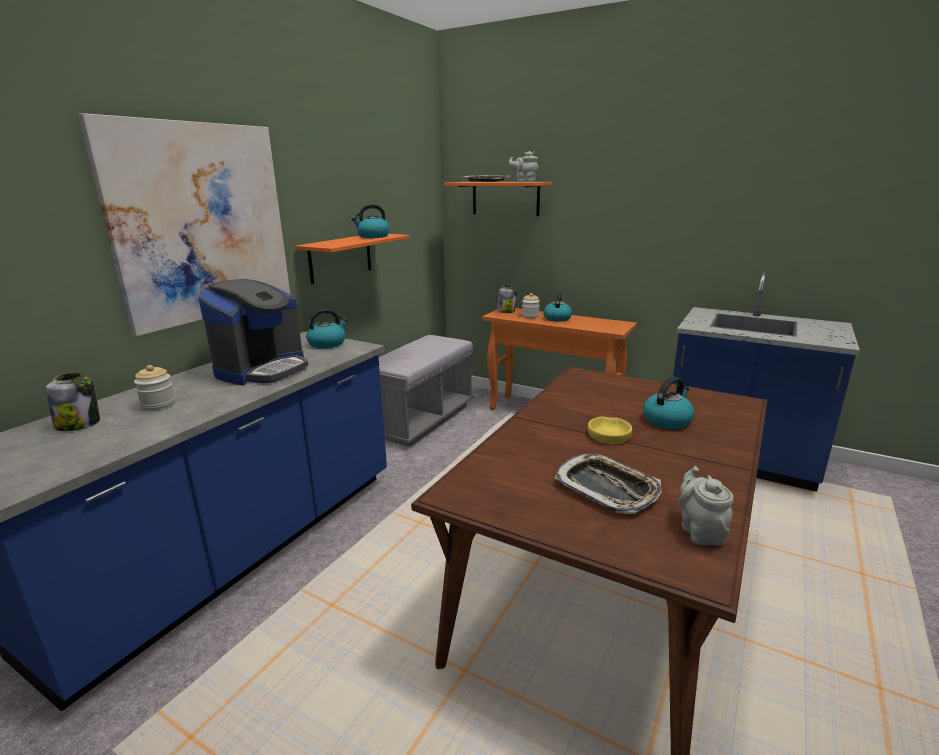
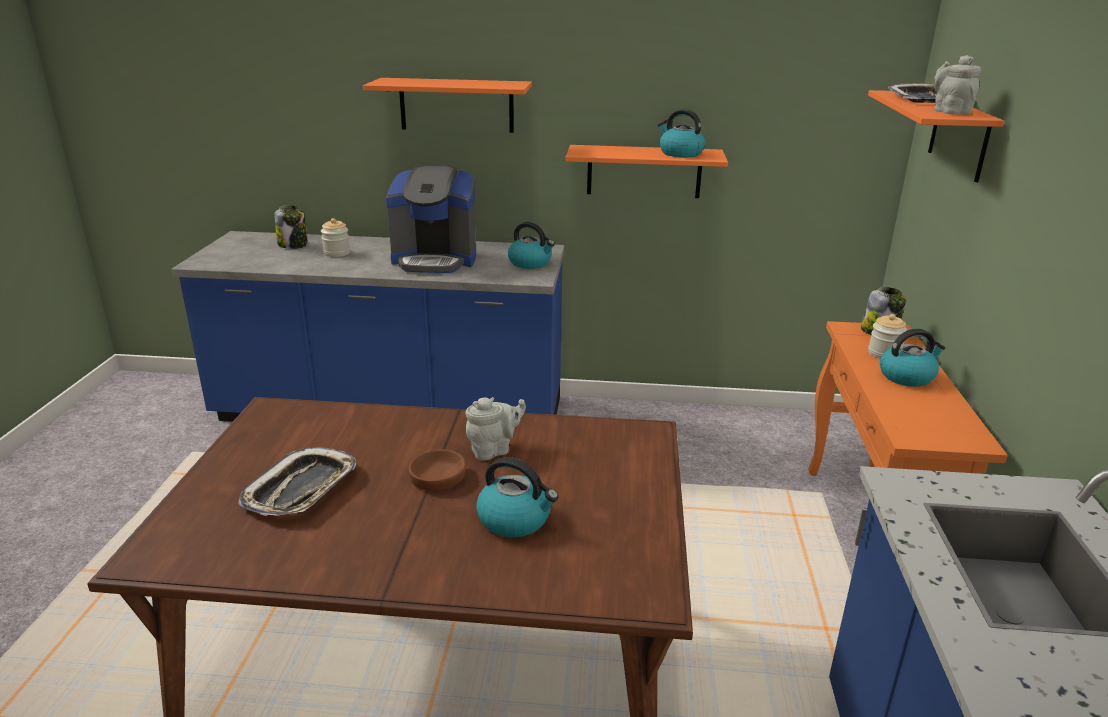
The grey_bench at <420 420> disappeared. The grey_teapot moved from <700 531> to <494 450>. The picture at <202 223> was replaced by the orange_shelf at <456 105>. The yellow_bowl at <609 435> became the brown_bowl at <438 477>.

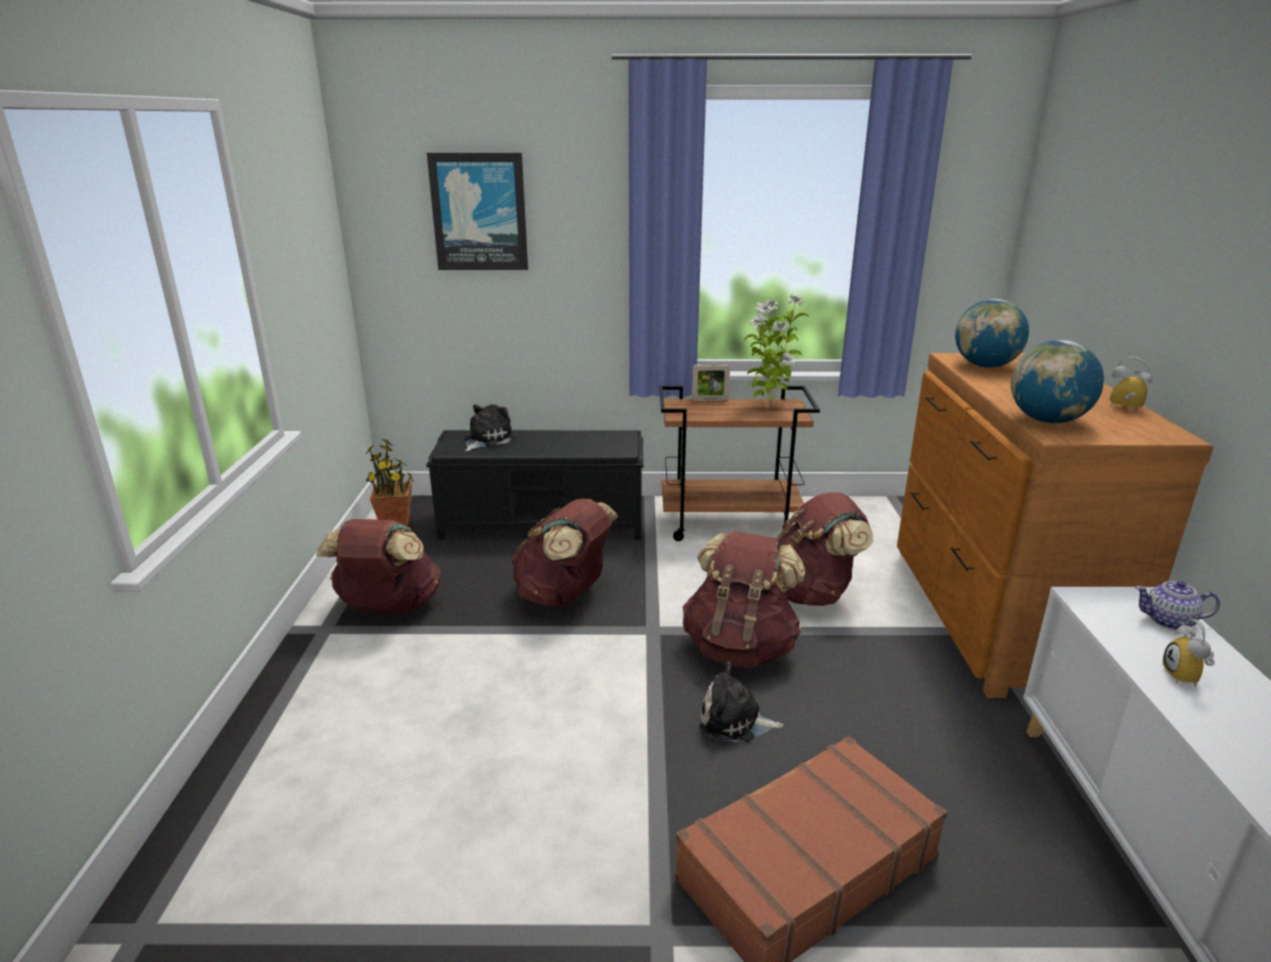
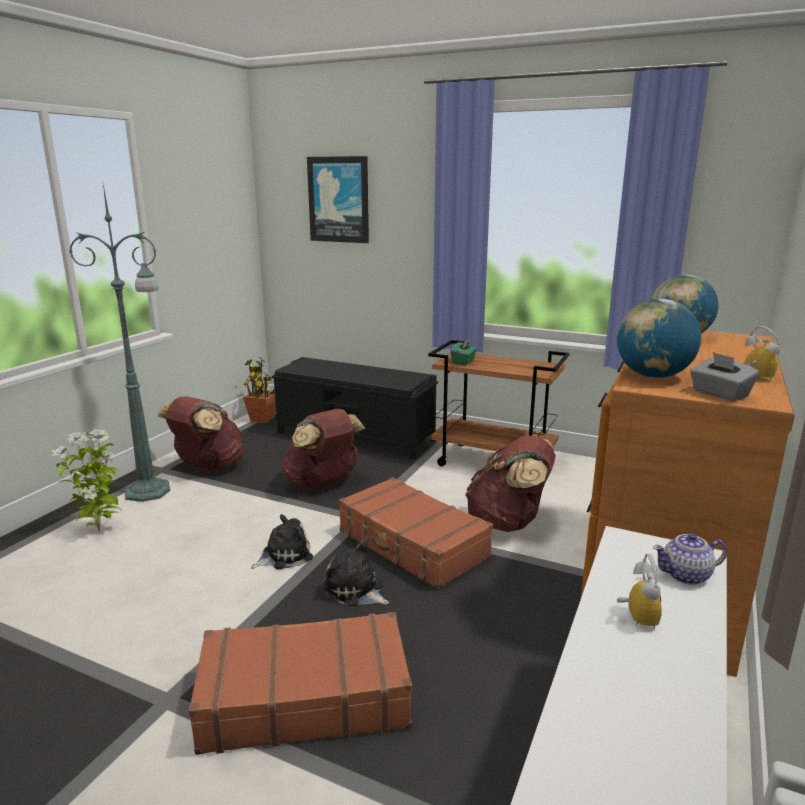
The picture_frame at <710 400> disappeared. The green_floor_lamp at <150 491> appeared. The green_tissue_box at <463 361> appeared. The grey_tissue_box at <719 394> appeared. The plush_toy moved from <486 440> to <284 555>. The potted_plant moved from <768 406> to <100 530>. The brown_backpack at <740 647> was replaced by the brown_suitcase at <412 545>. The teapot at <1169 621> turned 45 degrees counterclockwise. The alarm_clock at <1186 678> turned 150 degrees clockwise.

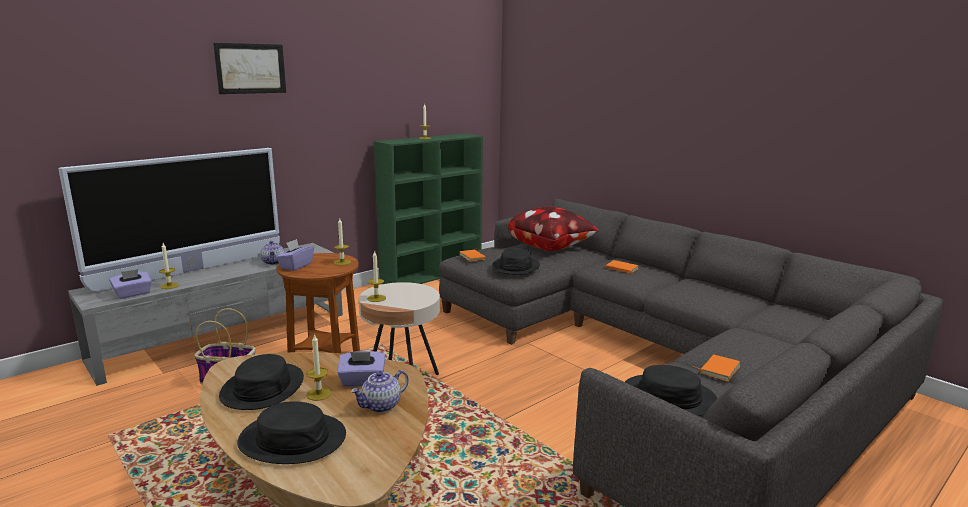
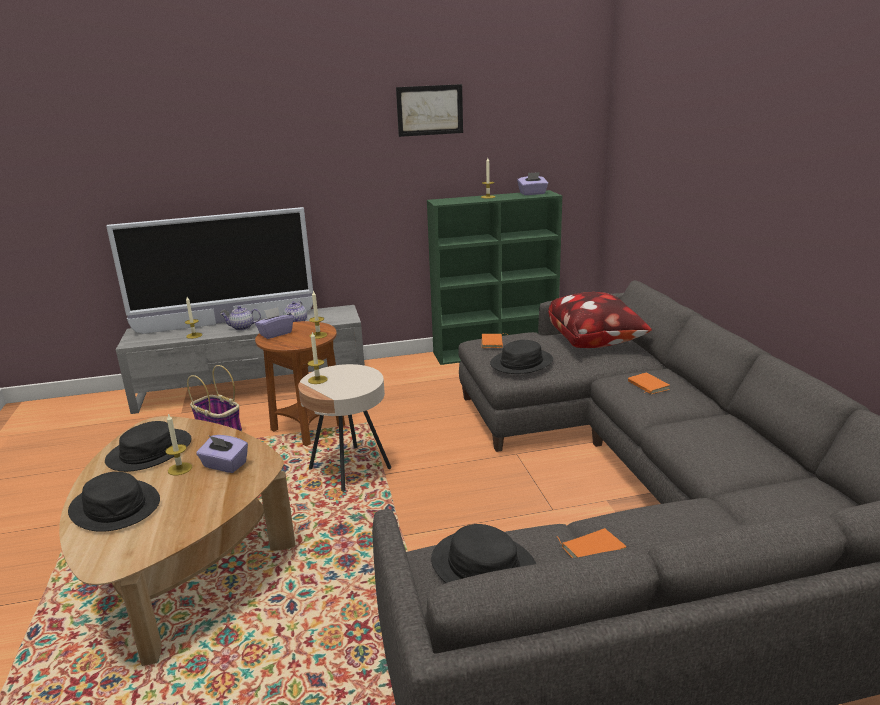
The purple_tissue_box moved from <133 294> to <532 193>. The picture moved from <251 68> to <430 110>. The teapot moved from <381 406> to <242 327>.

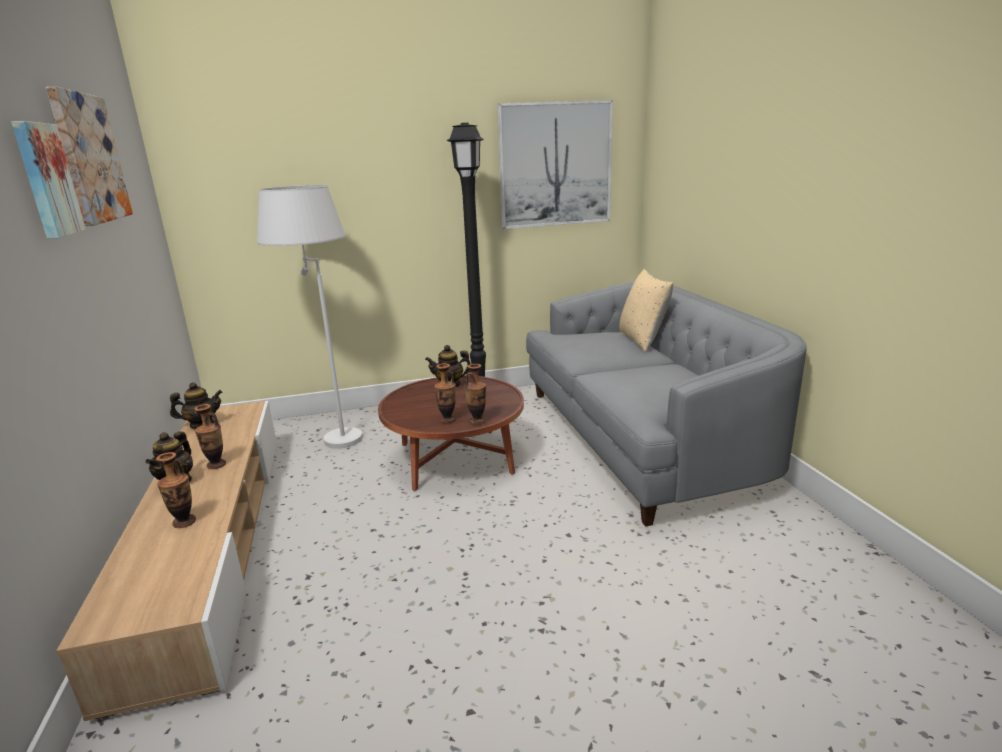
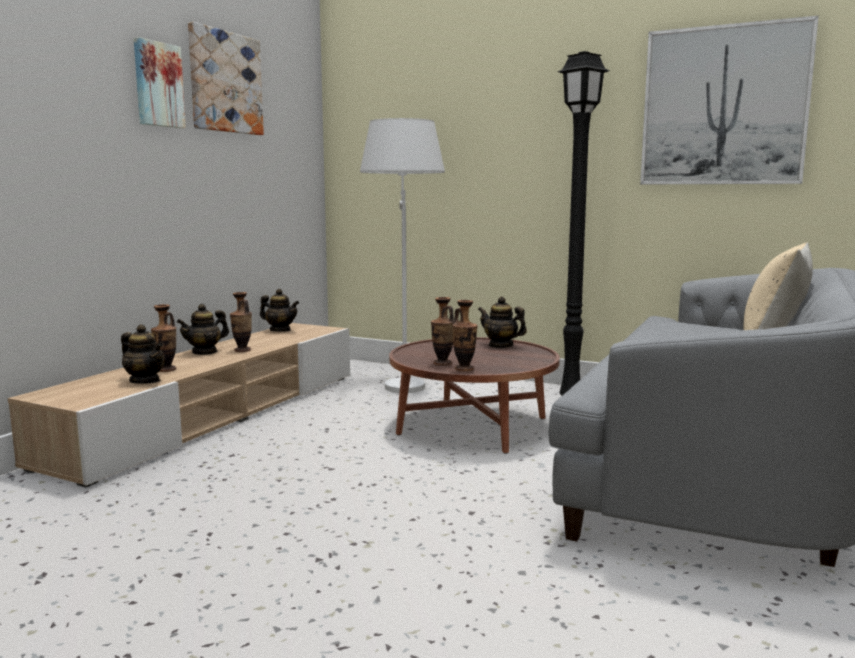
The teapot at <145 381> appeared.

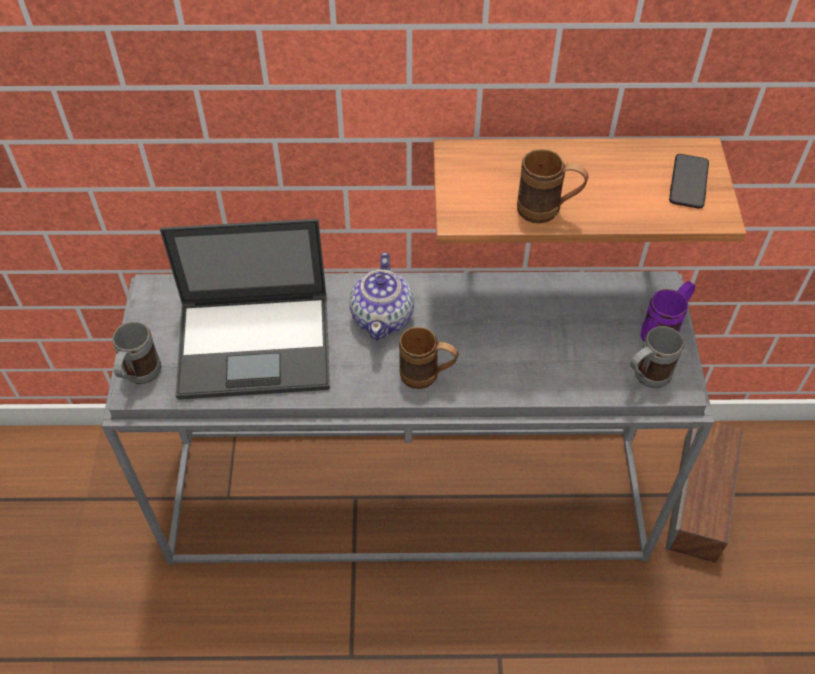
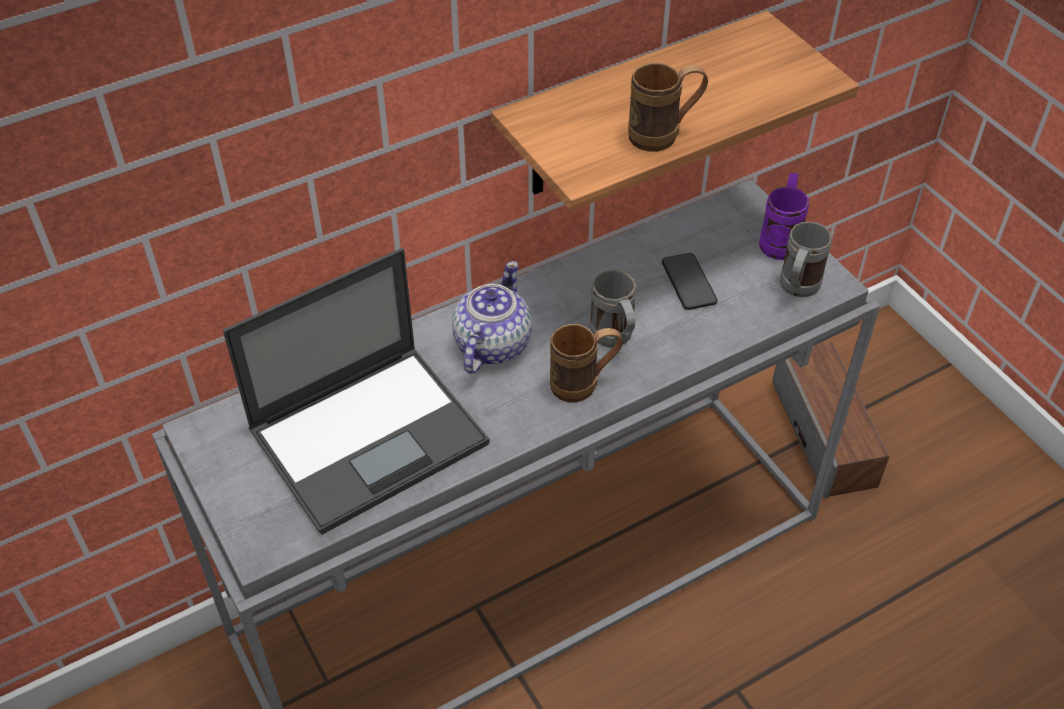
The grey_mug moved from <139 377> to <614 340>. The phone moved from <688 182> to <688 282>. The teapot at <383 316> turned 135 degrees counterclockwise.

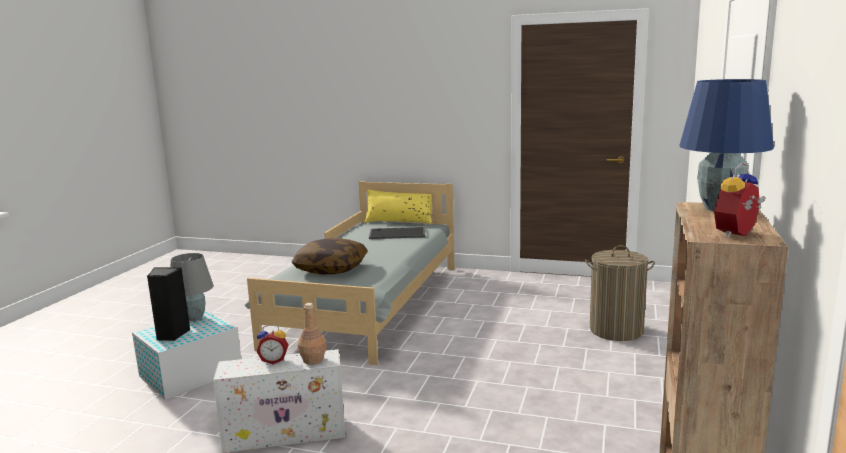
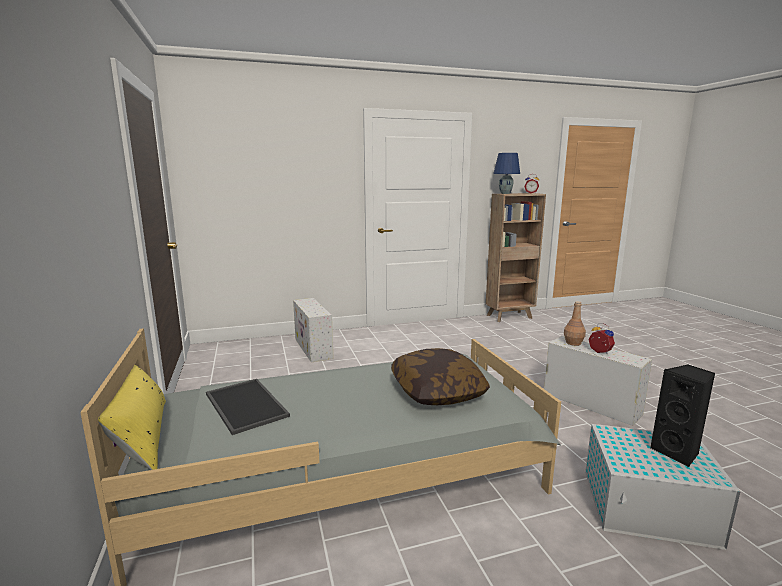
The grey_table_lamp at <194 318> disappeared. The laundry_basket at <616 330> was replaced by the white_storage_box at <313 348>.

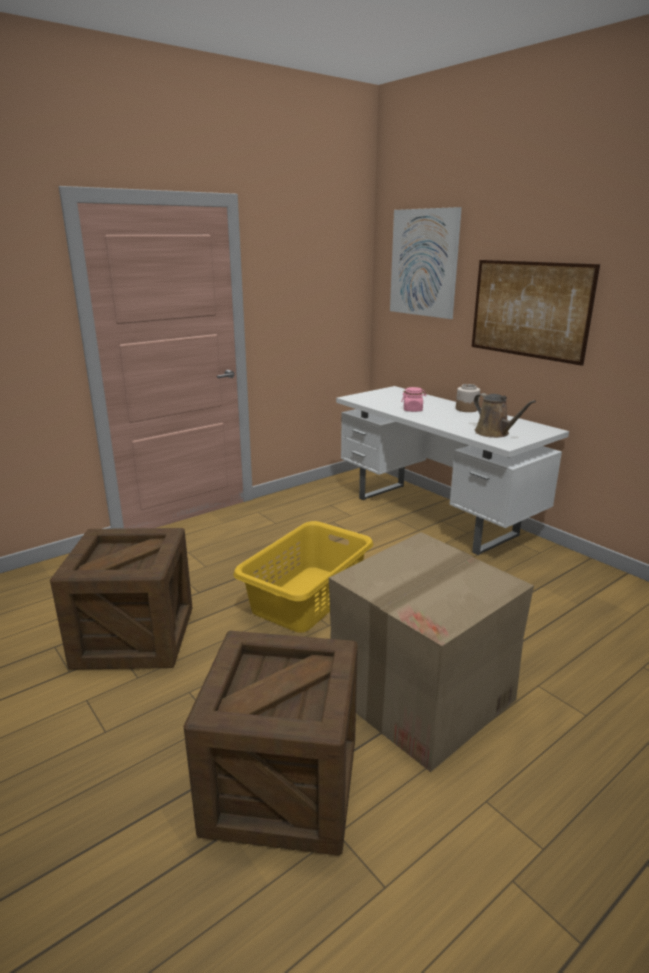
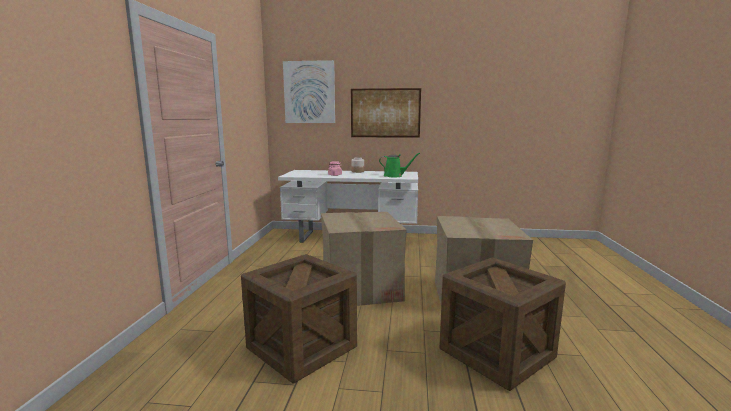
The yellow_laundry_basket at <308 597> was replaced by the cardboard_box at <361 288>. The brown_watering_can at <494 433> became the green_watering_can at <395 176>.

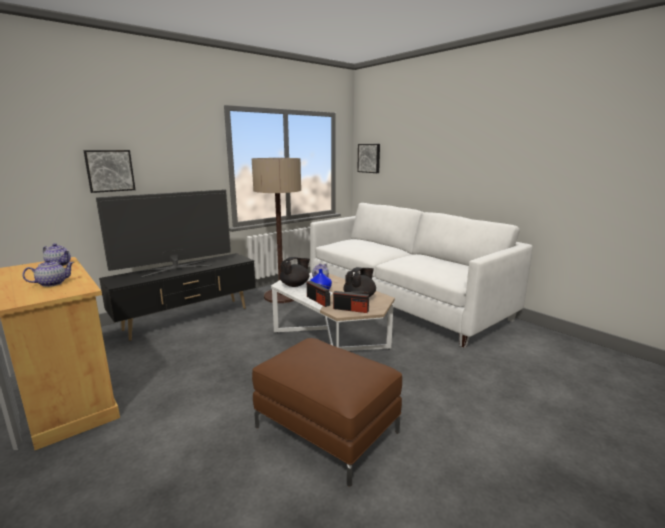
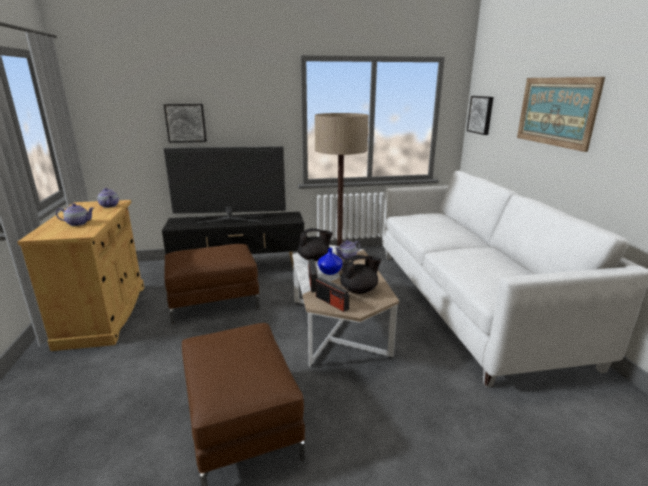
The brown_ottoman at <214 301> appeared. The picture at <555 111> appeared.

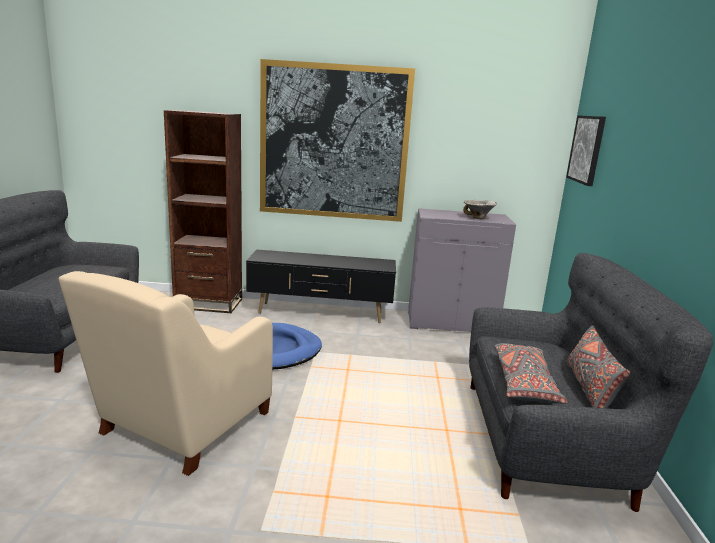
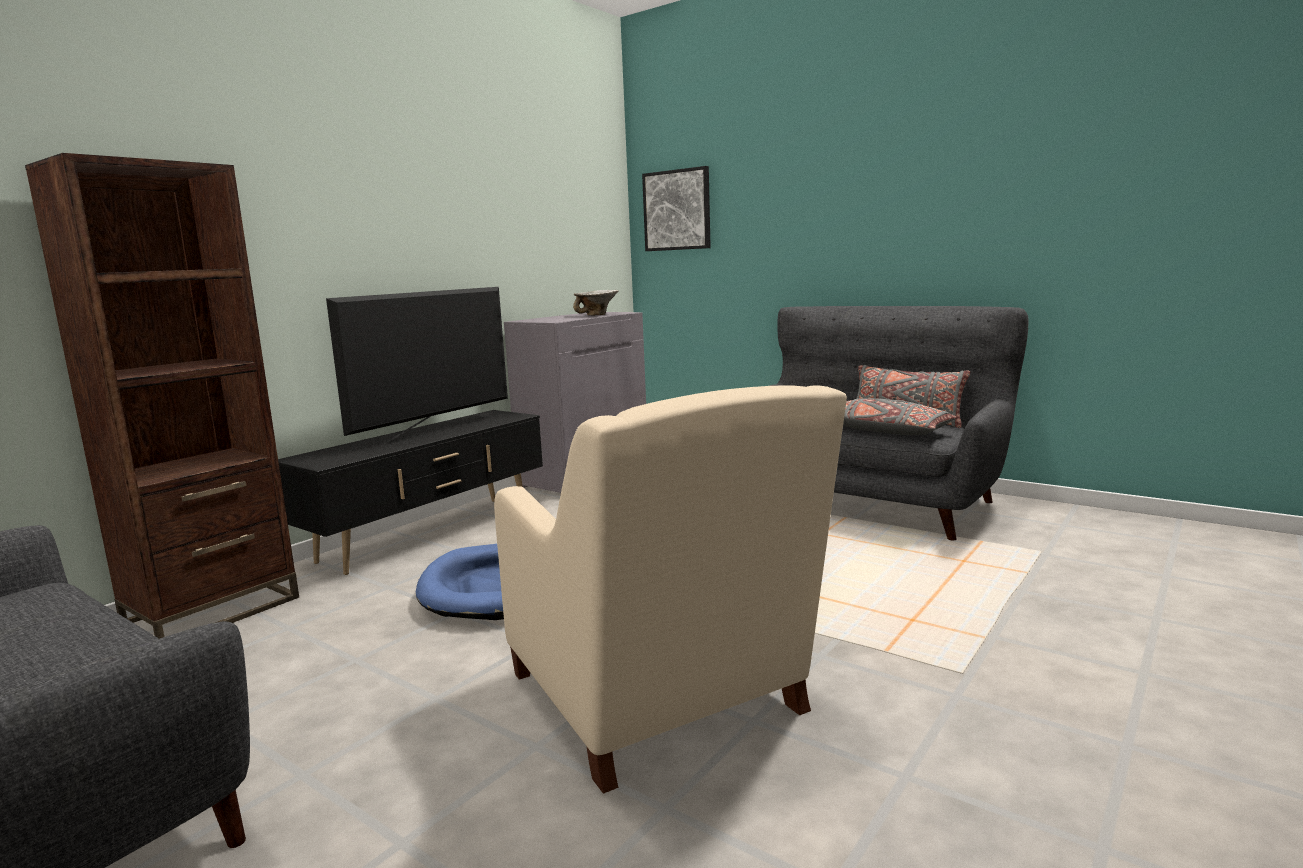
The picture at <334 142> disappeared. The television at <435 430> appeared.

